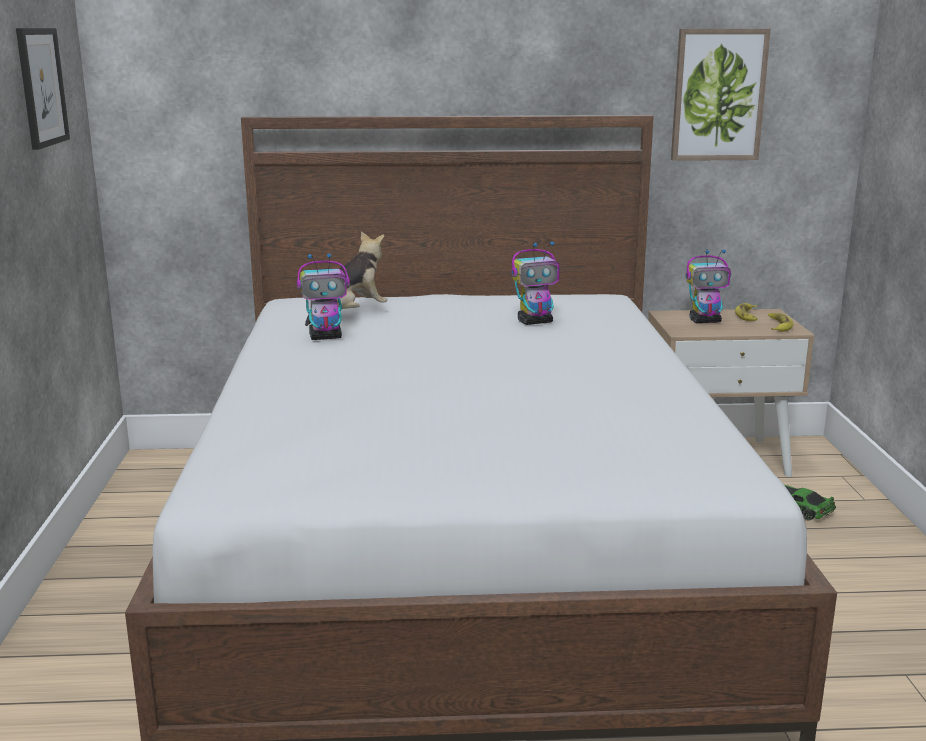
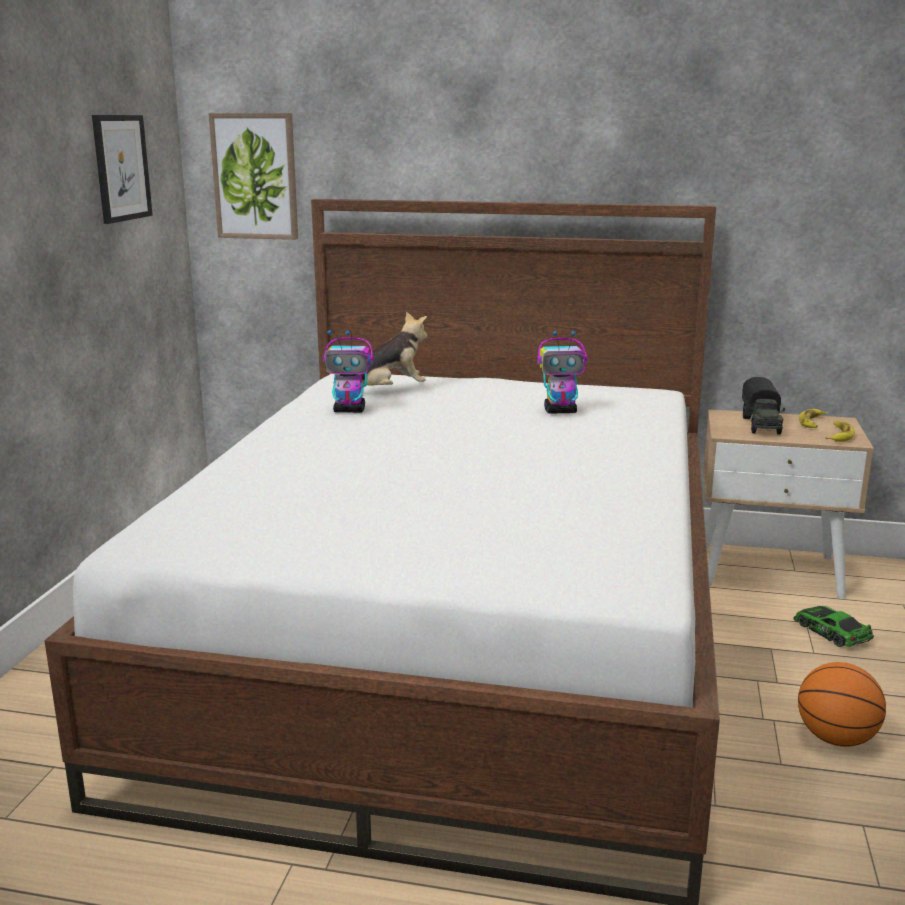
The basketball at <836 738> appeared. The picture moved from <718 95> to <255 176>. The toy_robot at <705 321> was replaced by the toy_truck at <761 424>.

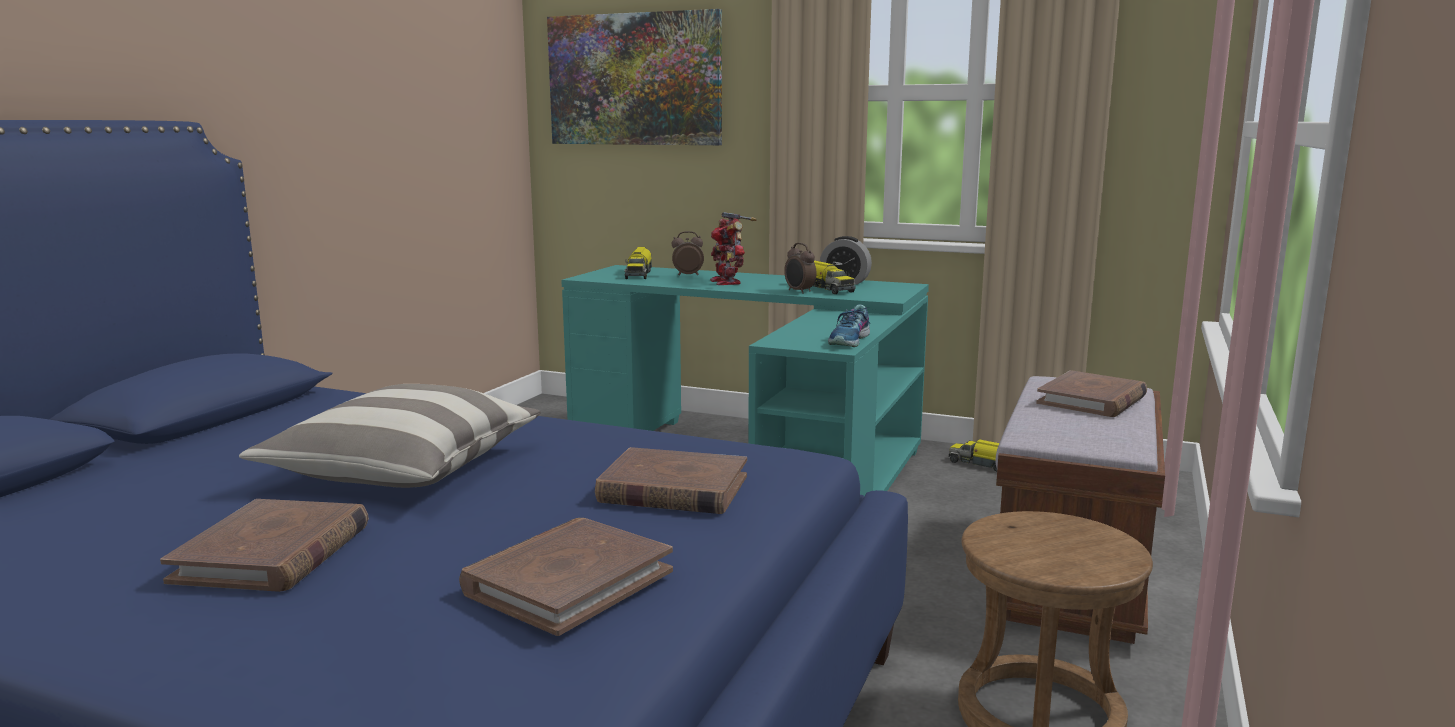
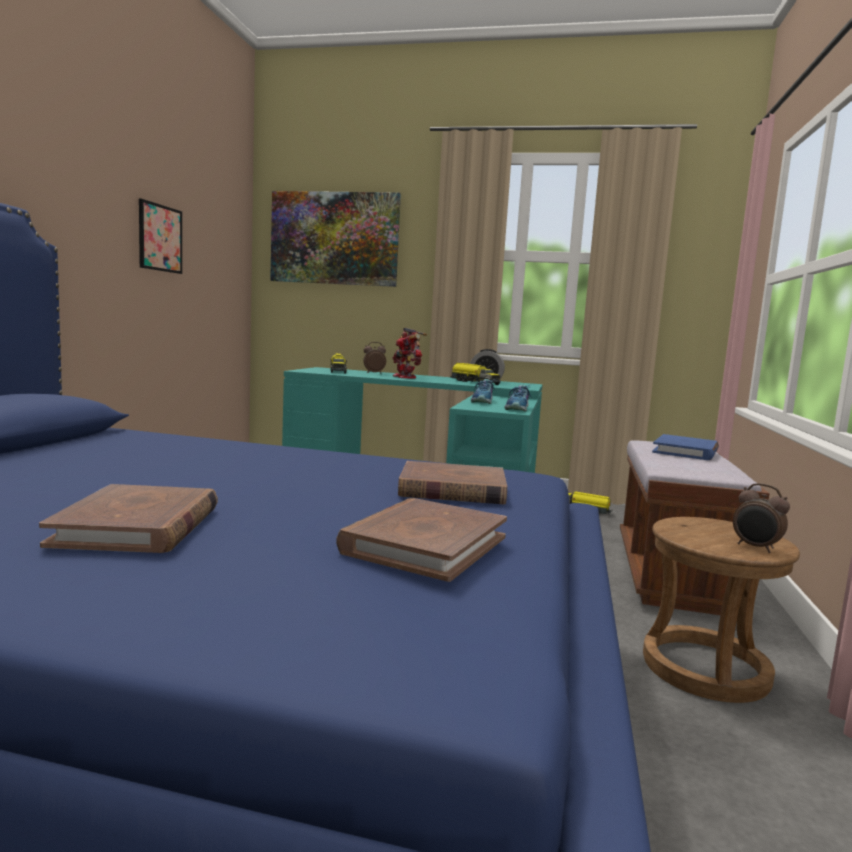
The pillow at <403 469> disappeared. The picture at <160 238> appeared. The shoe at <483 401> appeared. The alarm_clock moved from <799 291> to <756 547>. The brown_book at <1092 400> became the blue_book at <685 451>.

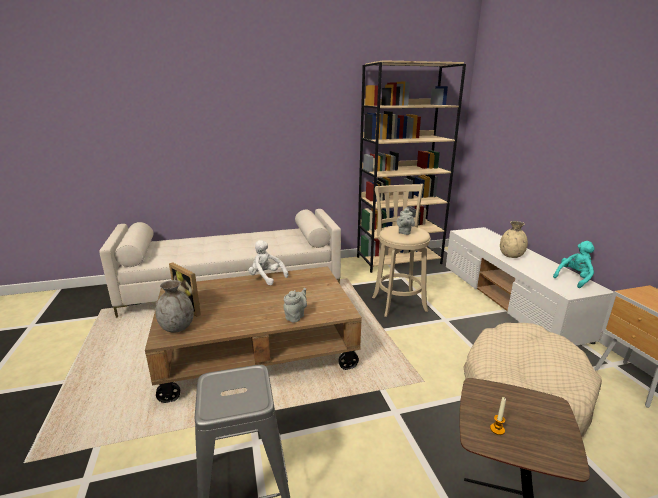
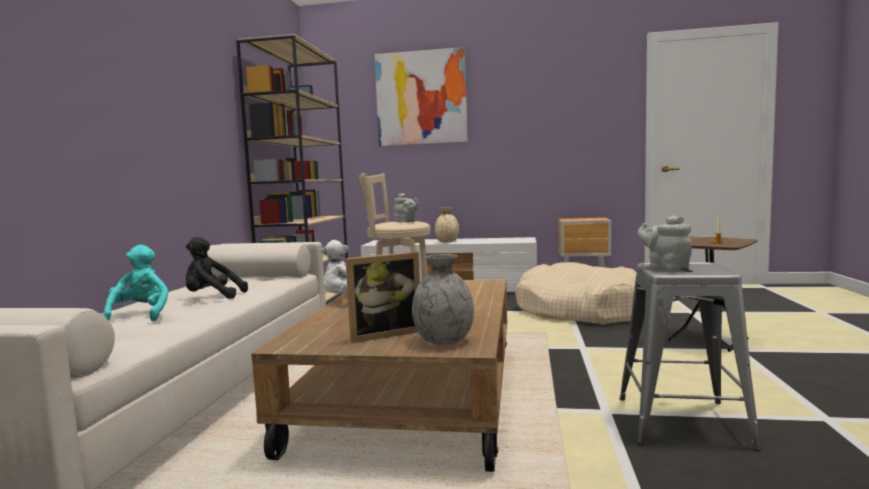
The black_plush_toy at <212 297> appeared. The picture at <421 98> appeared. The grey_teapot moved from <296 316> to <665 267>. The turquoise_plush_toy moved from <574 278> to <141 315>.

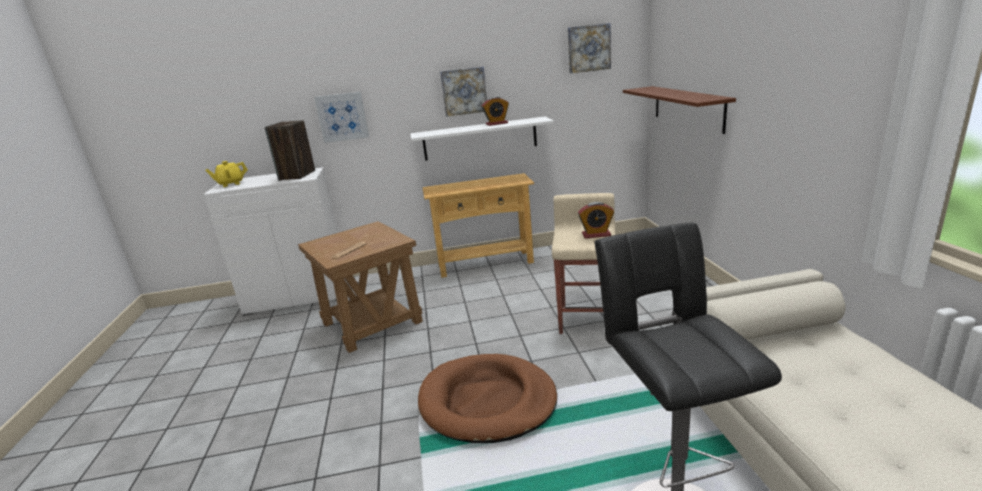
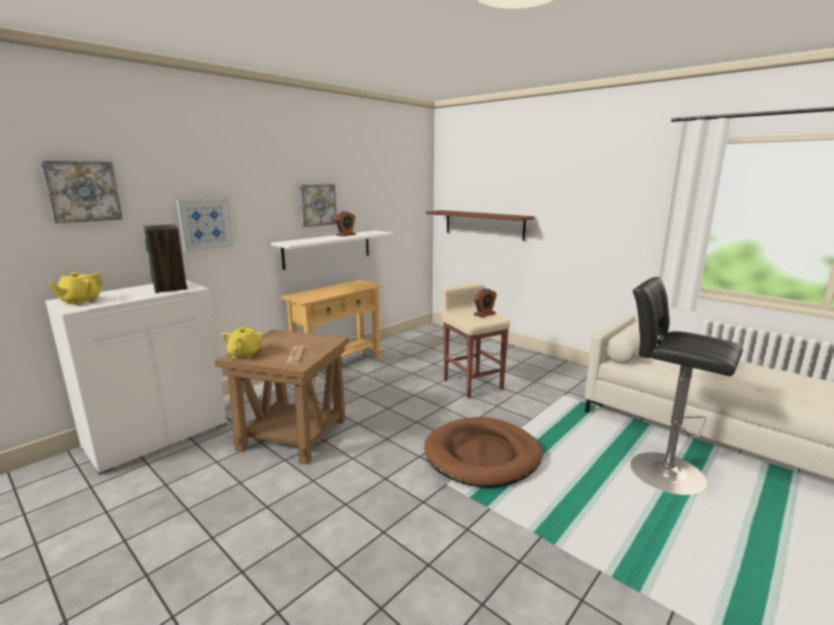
The yellow_teapot at <245 354> appeared. The picture moved from <588 48> to <82 191>.

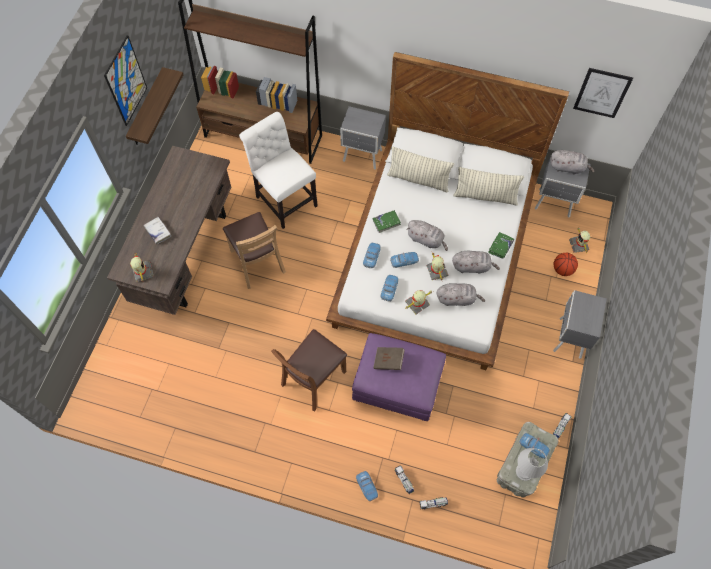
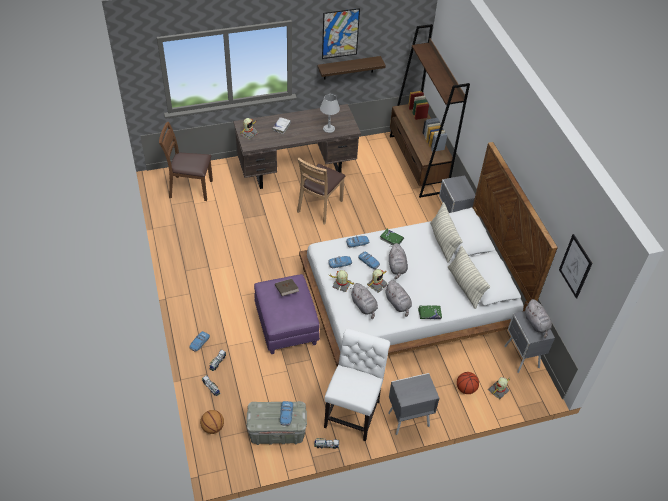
The basketball at <212 427> appeared. The white_chair moved from <284 199> to <353 411>. The brown_chair moved from <313 379> to <190 188>. The grey_table_lamp moved from <524 471> to <329 129>.

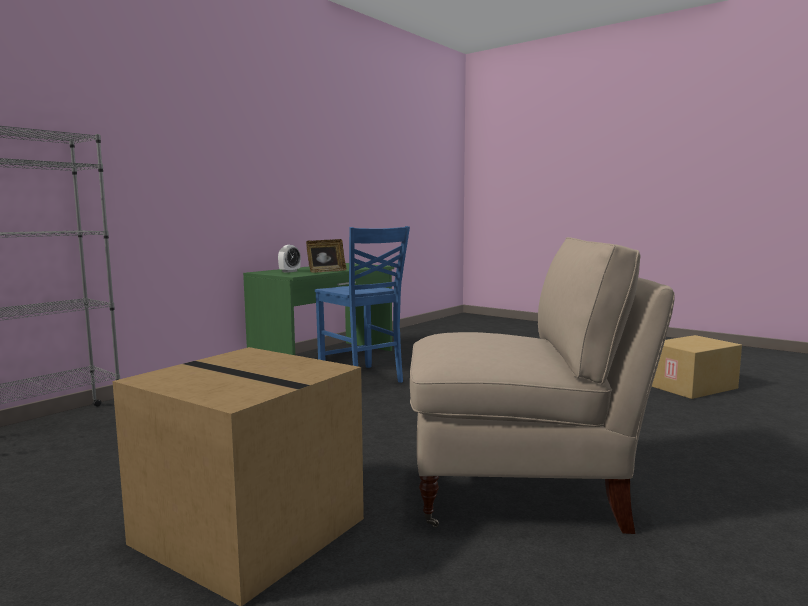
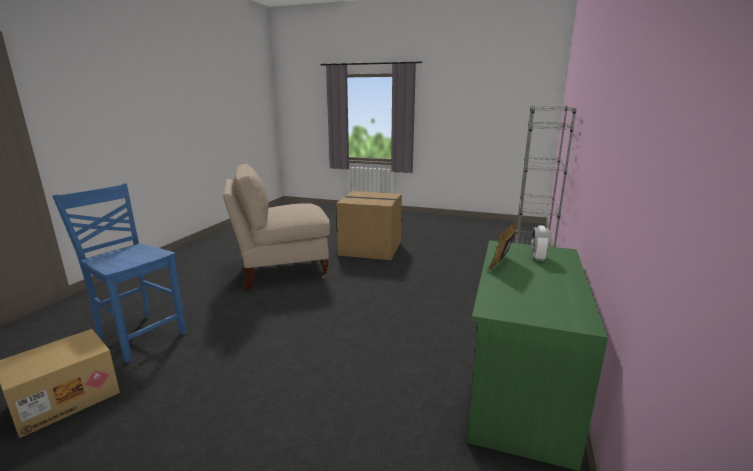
The blue_chair moved from <362 379> to <140 335>.

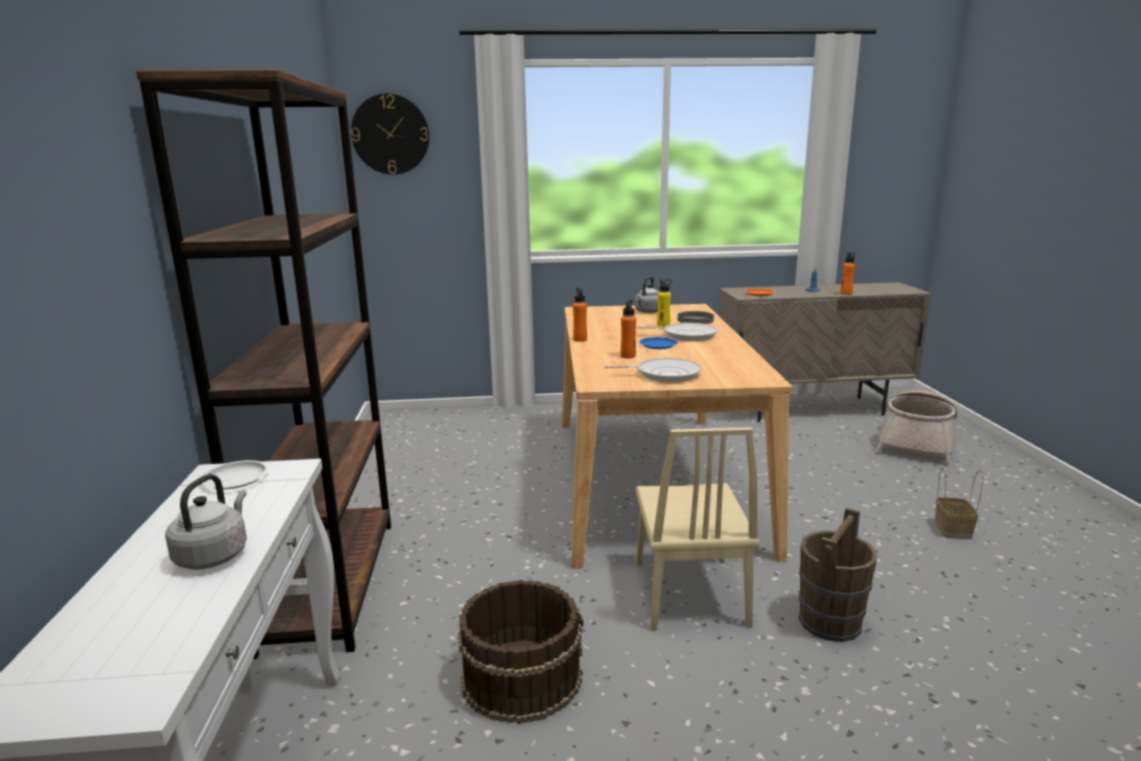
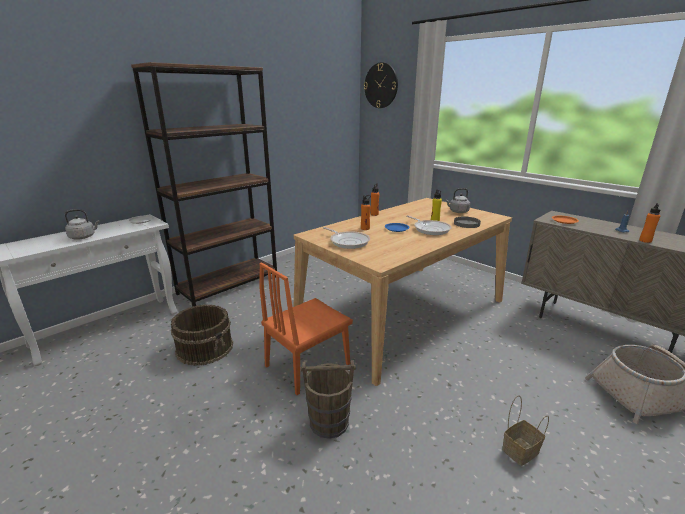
The beige_chair at <689 592> became the orange_chair at <307 365>.

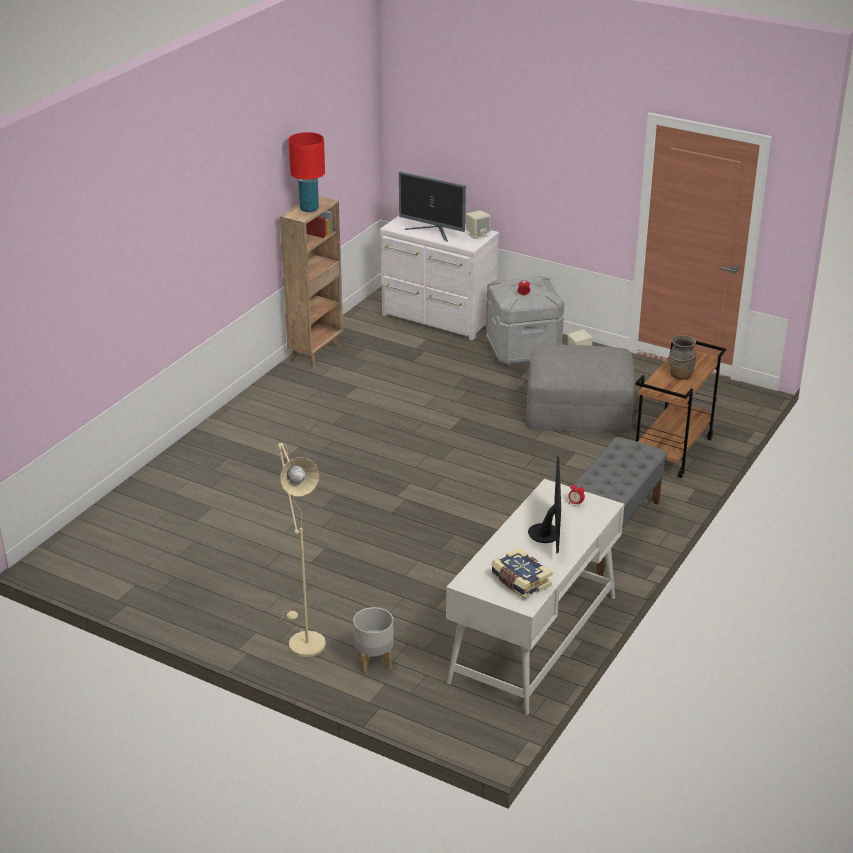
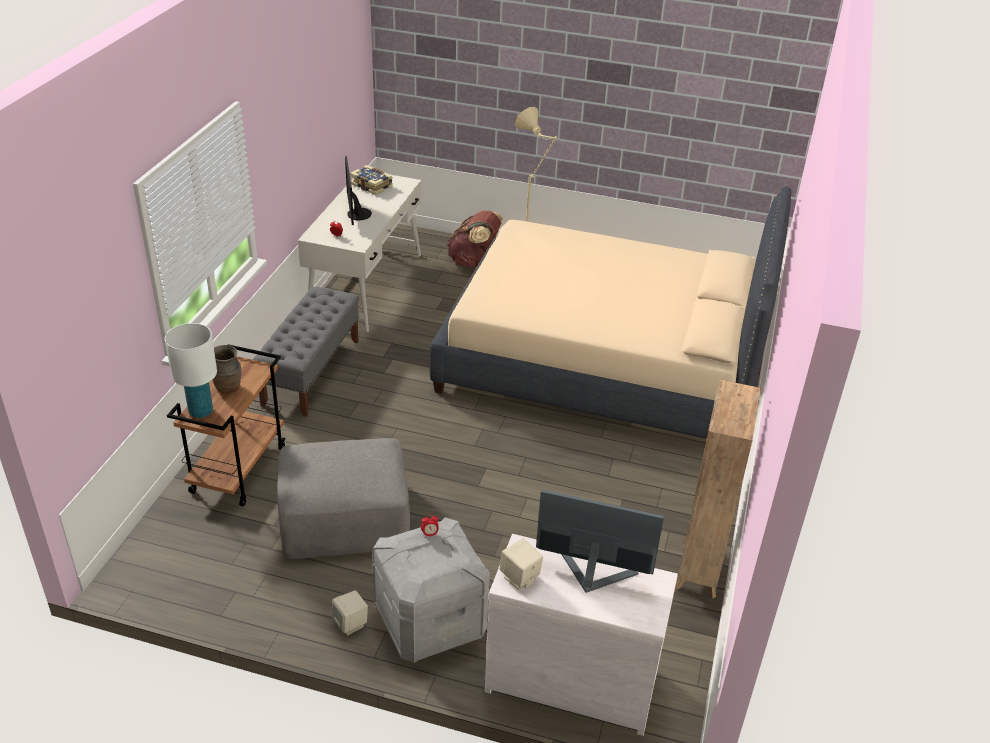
The red_table_lamp at <309 209> disappeared. The white_table_lamp at <200 411> appeared. The beige_bed at <603 363> appeared. The grey_planter at <374 661> was replaced by the brown_backpack at <474 261>.

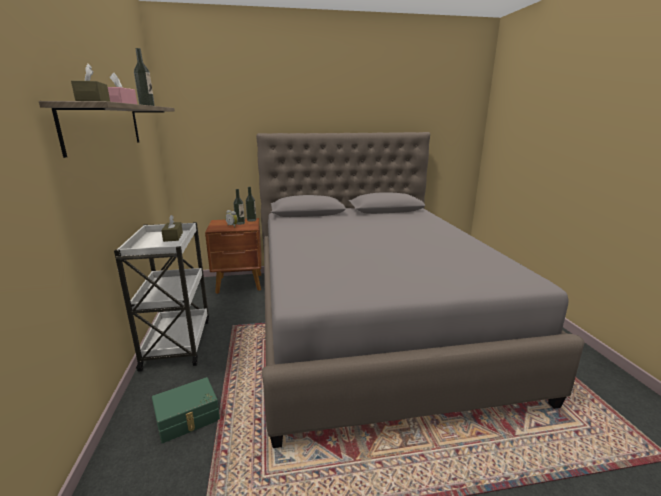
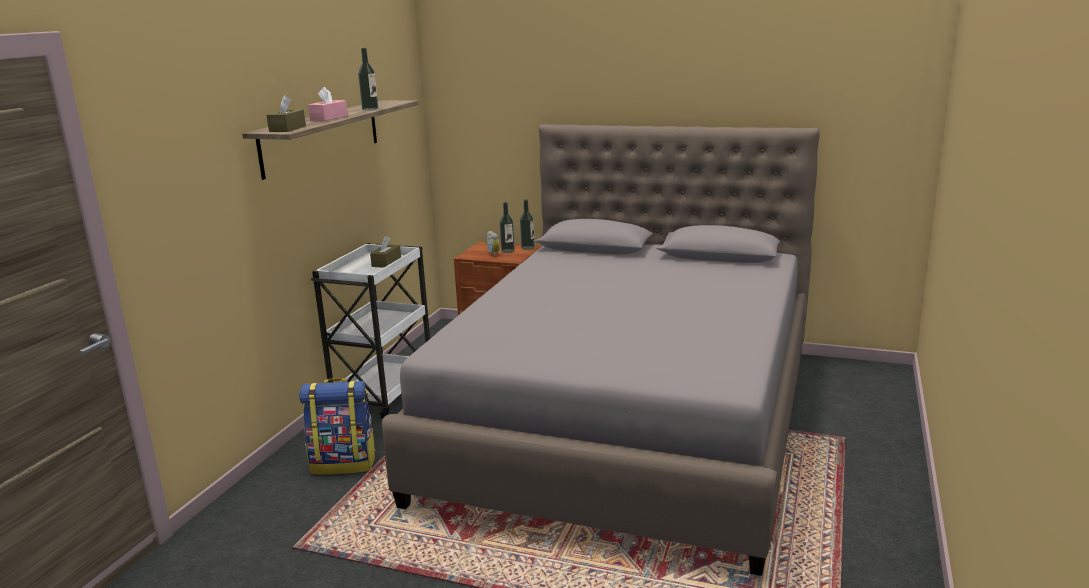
The green_storage_box at <188 419> was replaced by the backpack at <344 463>.

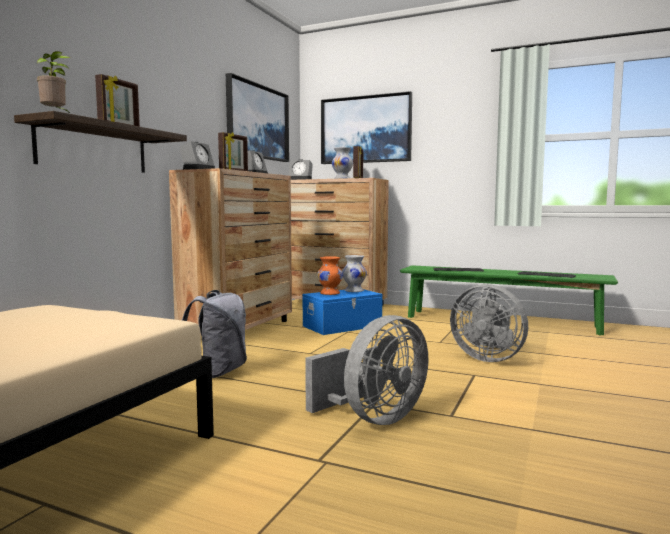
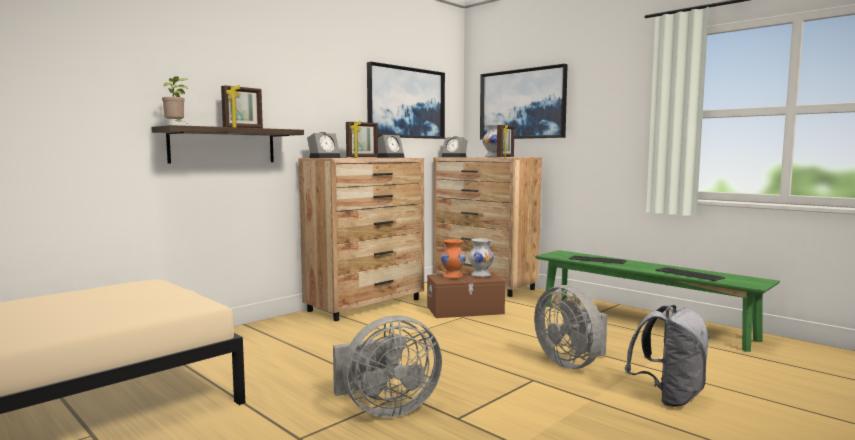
The grey_backpack moved from <217 372> to <669 397>. The blue_storage_box at <343 326> became the brown_storage_box at <465 310>.

